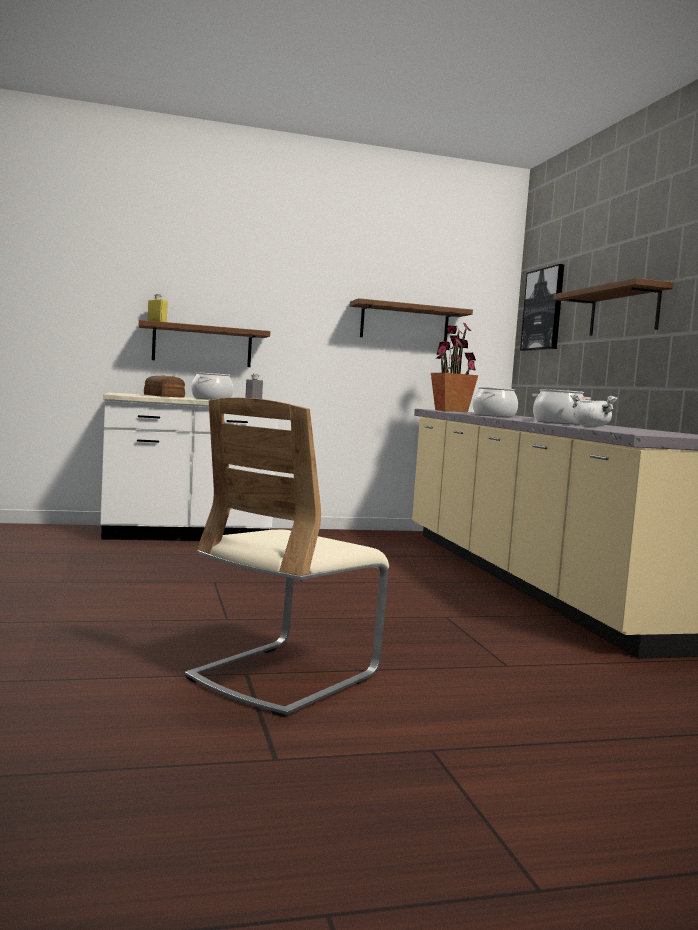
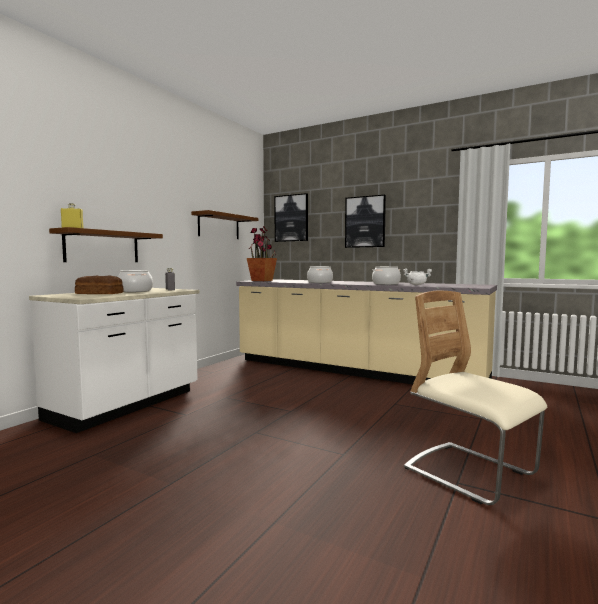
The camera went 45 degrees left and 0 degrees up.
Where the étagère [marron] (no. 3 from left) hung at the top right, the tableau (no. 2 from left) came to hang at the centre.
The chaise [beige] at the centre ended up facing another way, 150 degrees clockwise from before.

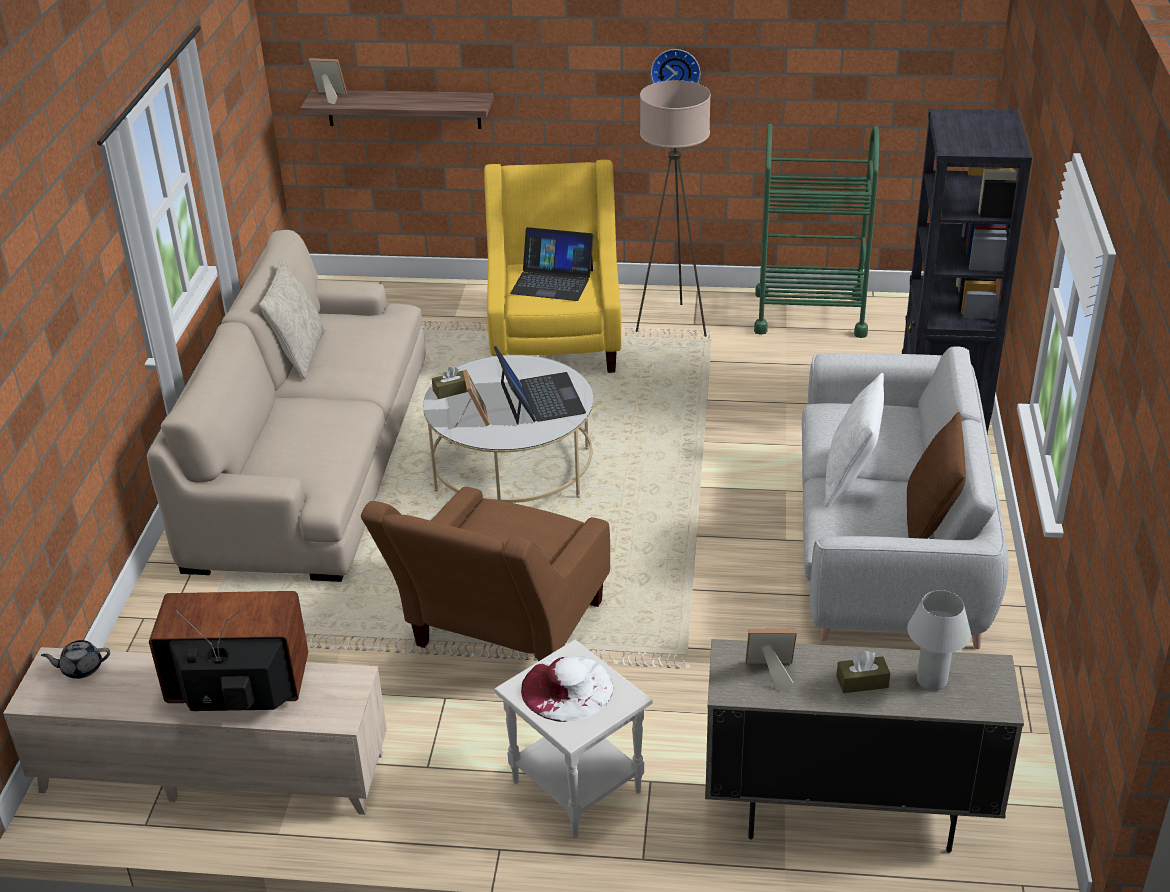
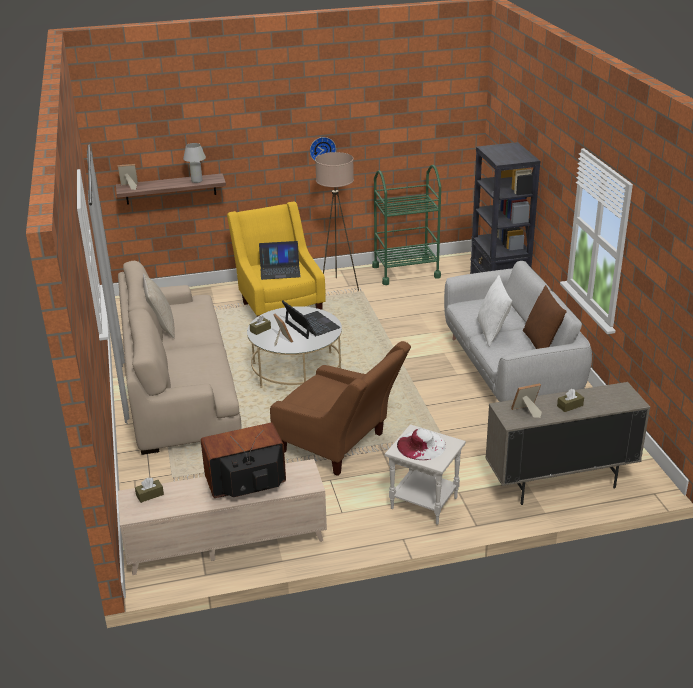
The camera went 20 degrees left and 5 degrees down.
The fauteuil [marron] at the centre ended up facing another way, 60 degrees counterclockwise from before.
The lampe de table [blanc] ended up elsewhere, having gone from the bottom right to the top left.
Where the théière [gris] stood at the bottom left, the boîte à mouchoirs [marron] (no. 1 from left) came to stand at the bottom left.

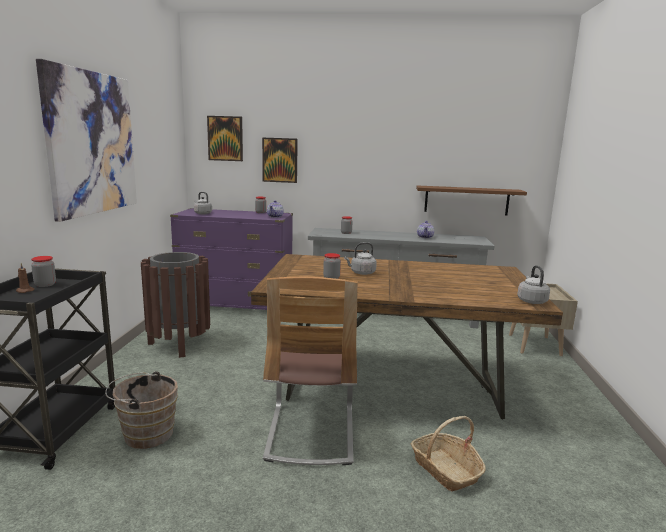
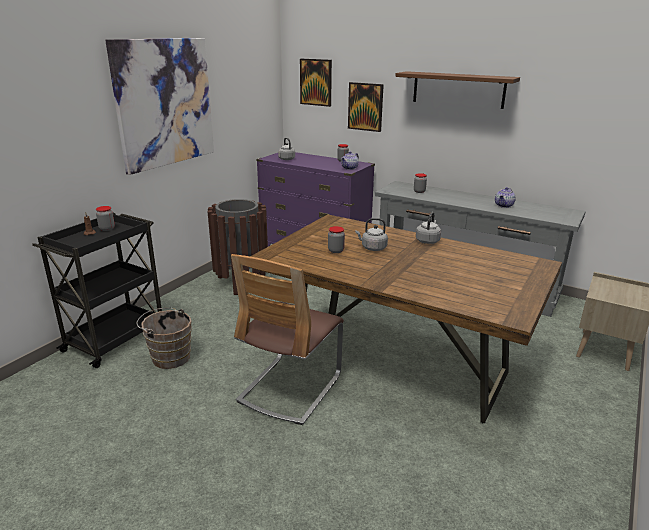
The camera went 25 degrees right and 10 degrees up.
The étagère [marron] ended up elsewhere, having gone from the middle right to the top right.
The bouilloire [gris] (no. 3 from left) ended up elsewhere, having gone from the middle right to the centre.
The second view lost the panier at the bottom right.

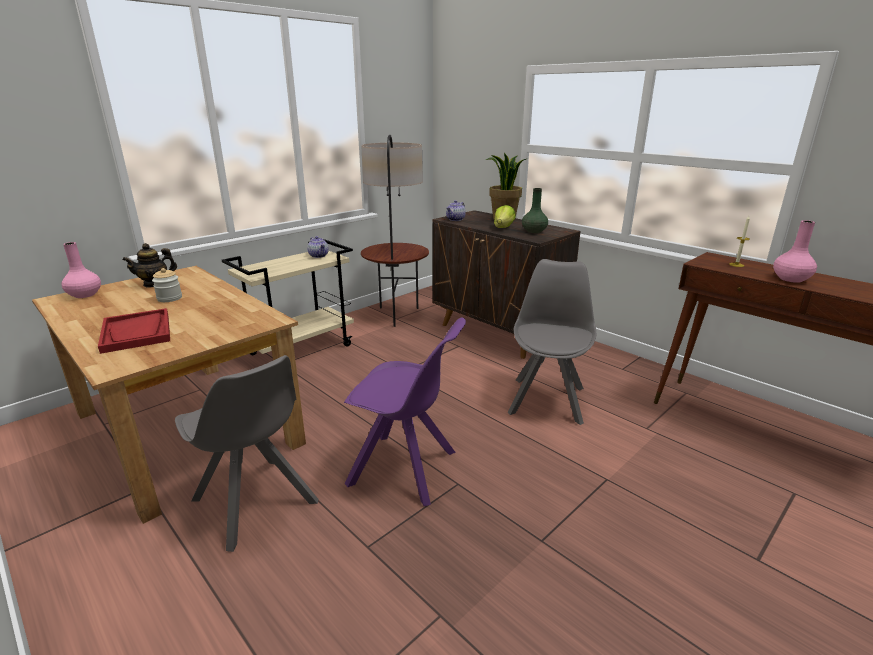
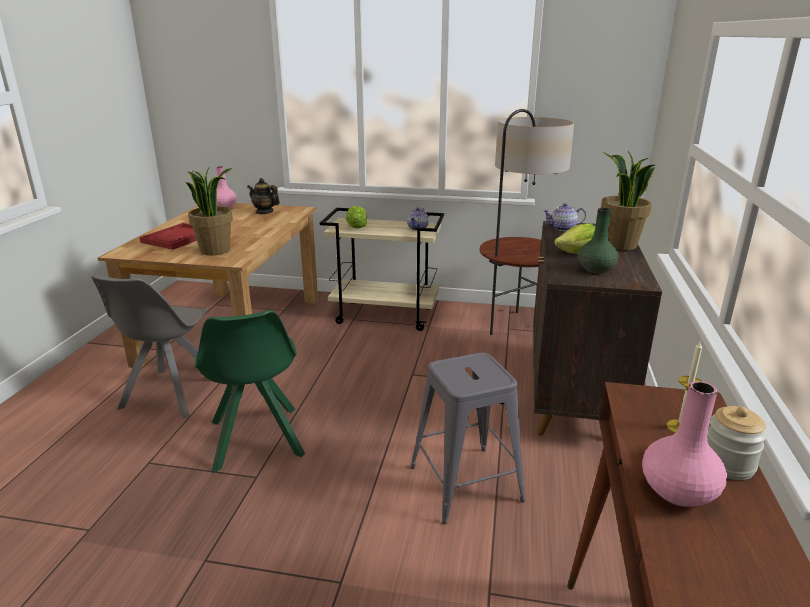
The camera went 55 degrees right and 0 degrees up.
Where the chaise [gris] (no. 2 from left) stood at the centre, the tabouret [gris] came to stand at the bottom centre.
The bocal ended up elsewhere, having gone from the middle left to the bottom right.
What was the chaise [violet] at the centre turned into the chaise [vert] at the middle left.
The second view gained the plante en pot (no. 1 from left) at the middle left.
The second view gained the laitue (no. 1 from left) at the centre.

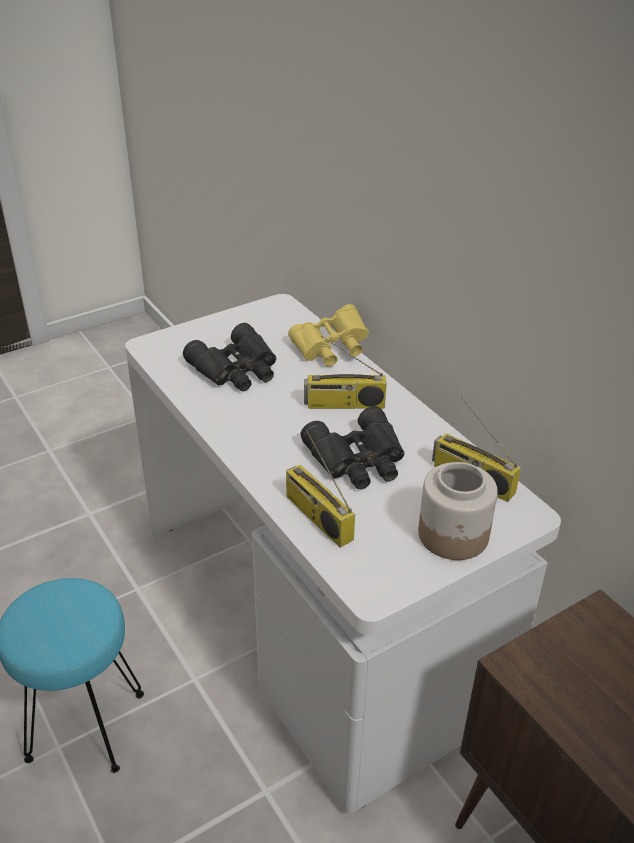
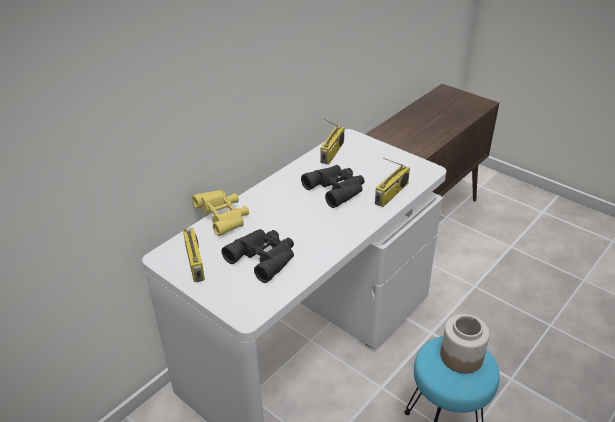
The camera went 105 degrees left and 0 degrees up.
The radio (no. 2 from left in the first image) ended up elsewhere, having gone from the centre to the middle left.
The bocal ended up elsewhere, having gone from the middle right to the bottom right.

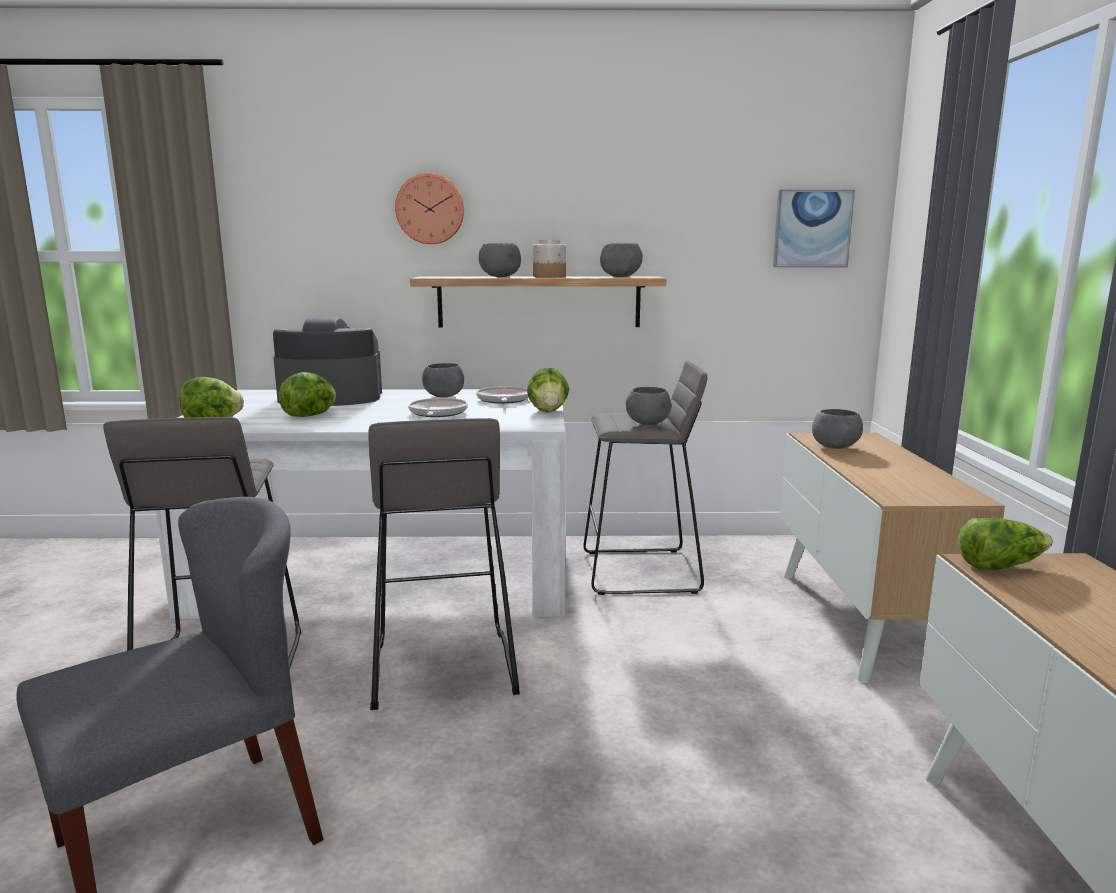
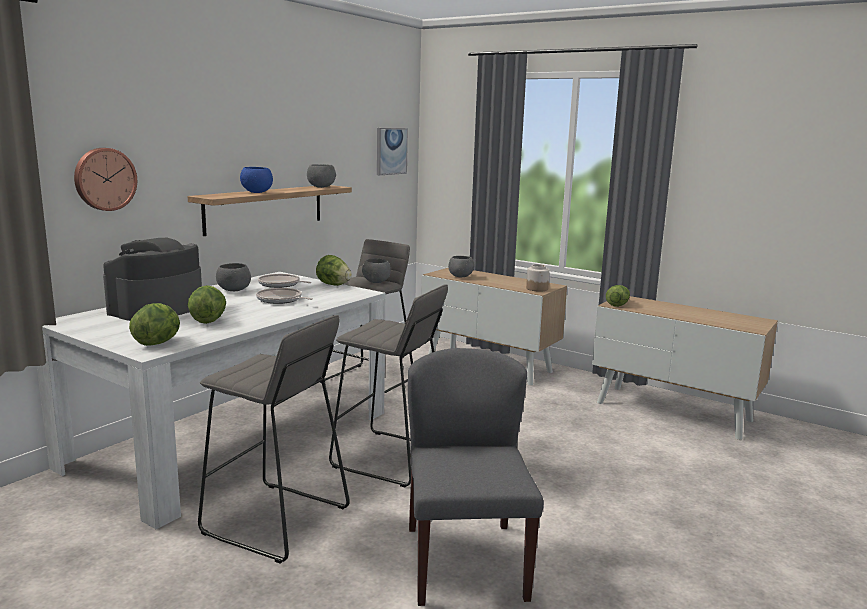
The camera went 55 degrees left and 0 degrees up.
The horloge murale ended up elsewhere, having gone from the top centre to the top left.
The bocal ended up elsewhere, having gone from the top centre to the centre.
What was the bol [gris] (no. 2 from left) at the top centre turned into the bol [bleu] at the top left.

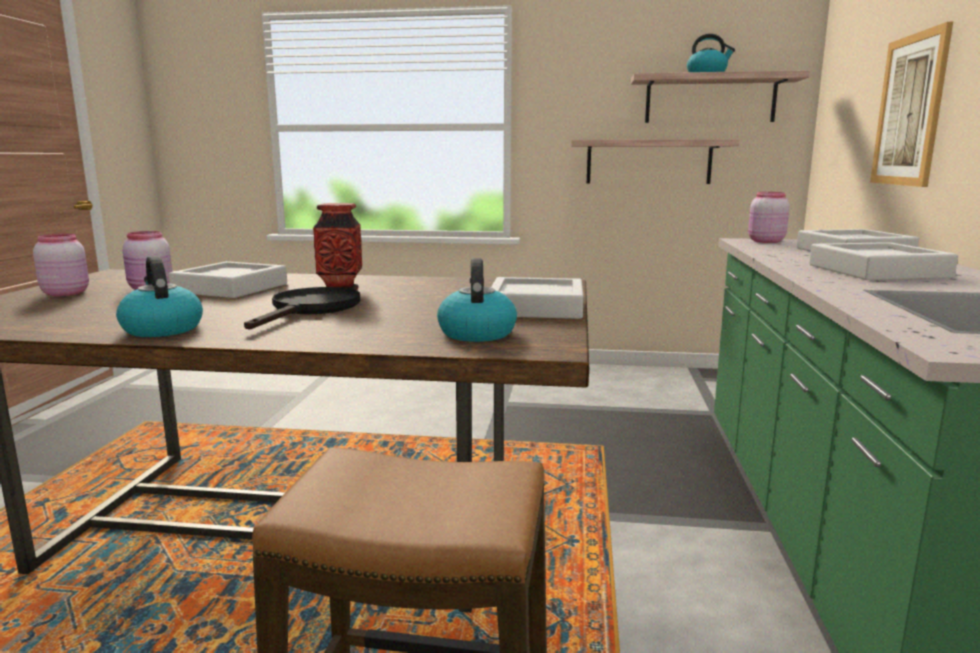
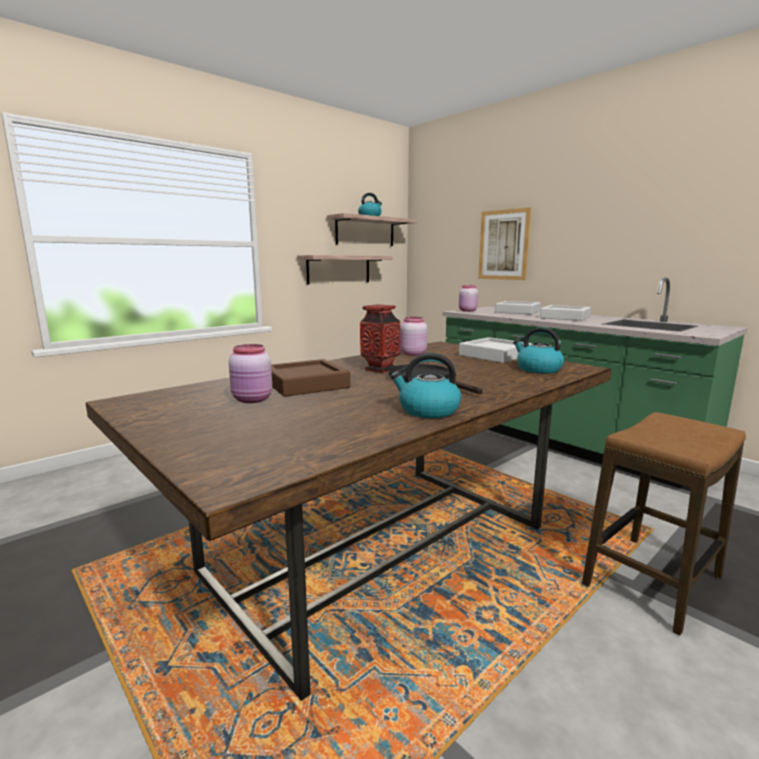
The camera went 50 degrees left and 0 degrees up.
The bocal [rose] (no. 1 from left in the first image) ended up elsewhere, having gone from the middle left to the centre.
What was the plateau [gris] (no. 1 from left) at the middle left turned into the plateau [marron] at the centre.

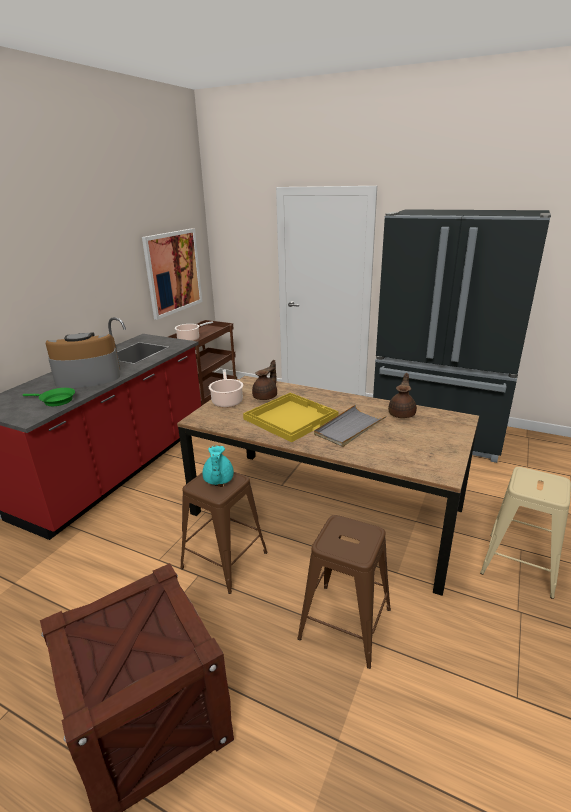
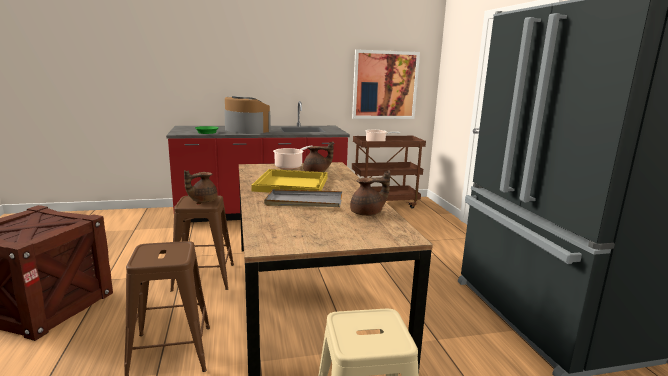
The camera went 50 degrees right and 10 degrees down.
What was the théière [turquoise] at the centre turned into the théière [marron] (no. 1 from left) at the middle left.

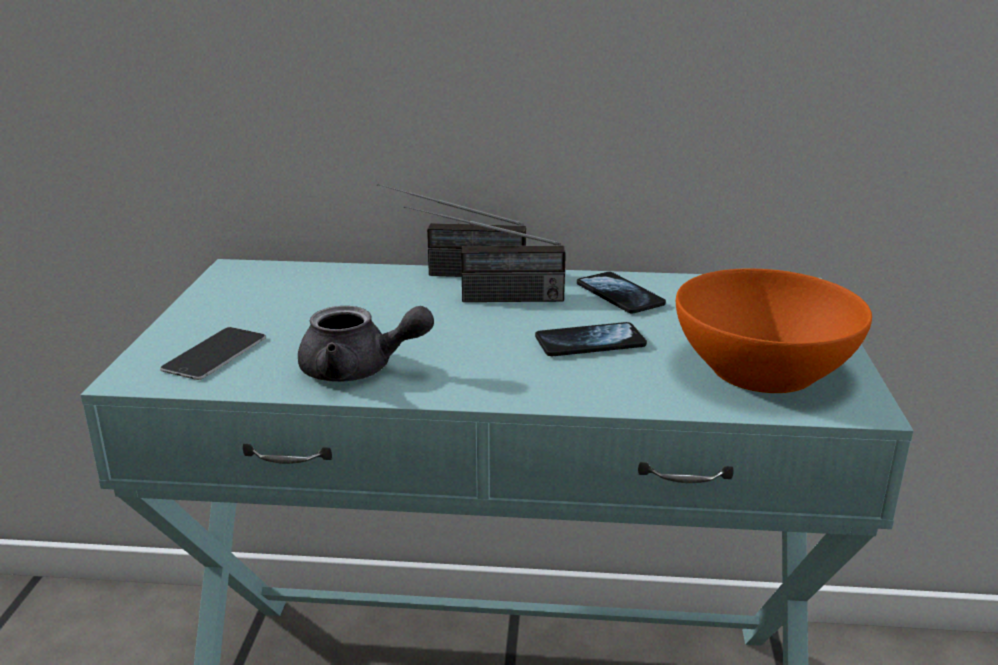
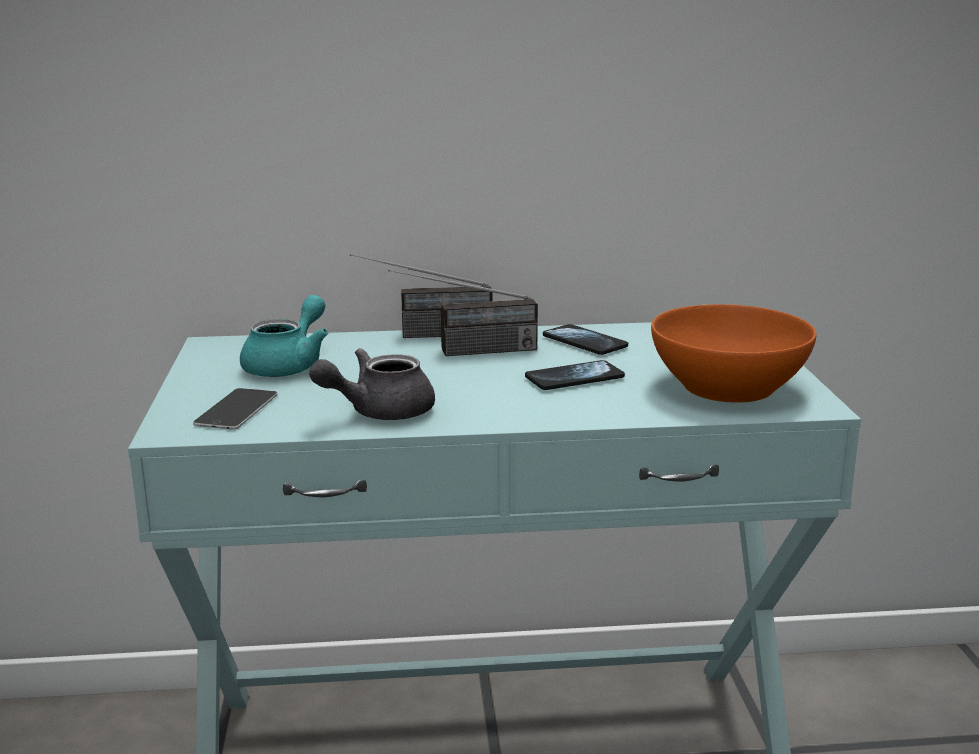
The camera went 10 degrees left and 5 degrees down.
The théière [gris] at the centre ended up facing another way, 150 degrees clockwise from before.
The second view gained the théière [turquoise] at the middle left.

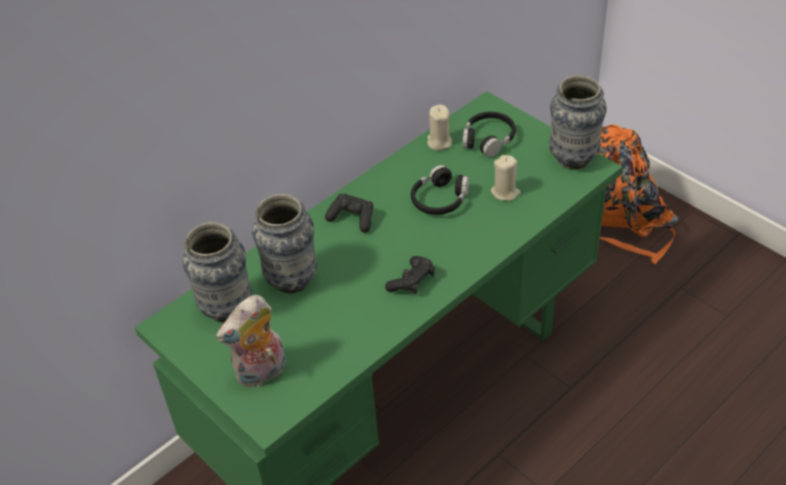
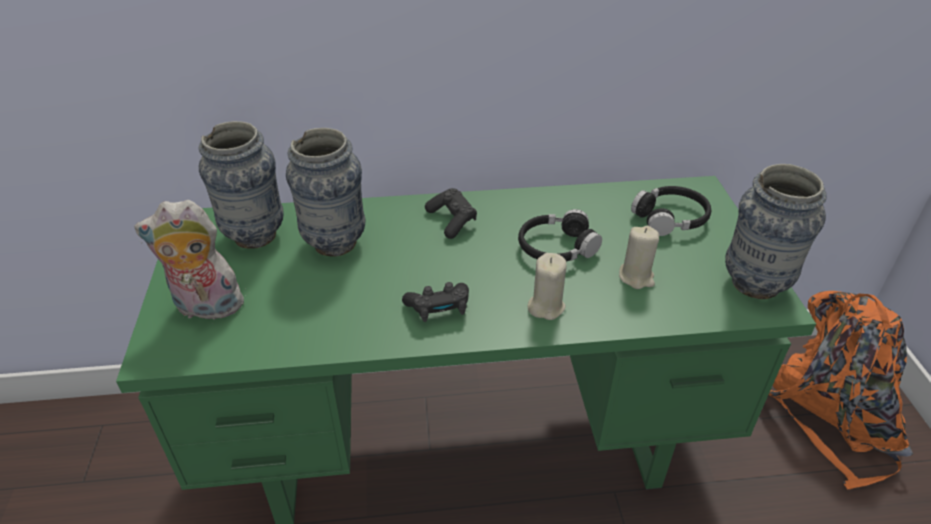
The camera went 35 degrees right and 5 degrees down.
The bougie [beige] (no. 1 from left) ended up elsewhere, having gone from the top centre to the centre.

